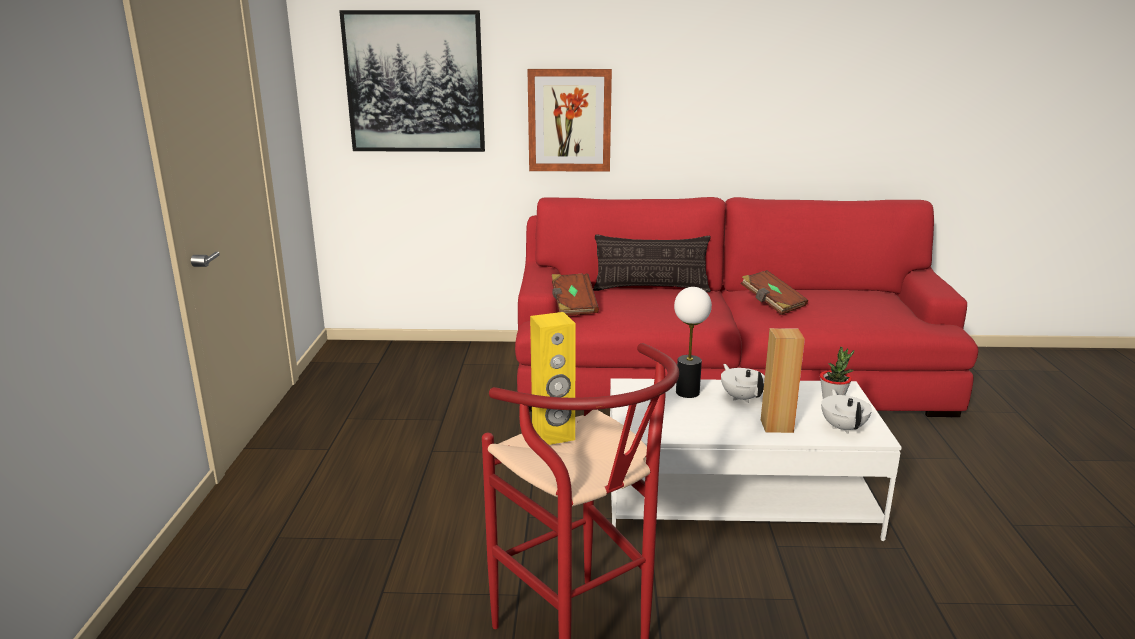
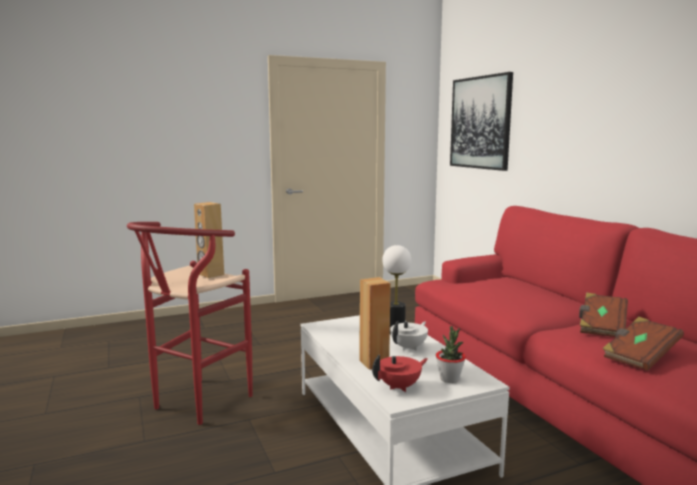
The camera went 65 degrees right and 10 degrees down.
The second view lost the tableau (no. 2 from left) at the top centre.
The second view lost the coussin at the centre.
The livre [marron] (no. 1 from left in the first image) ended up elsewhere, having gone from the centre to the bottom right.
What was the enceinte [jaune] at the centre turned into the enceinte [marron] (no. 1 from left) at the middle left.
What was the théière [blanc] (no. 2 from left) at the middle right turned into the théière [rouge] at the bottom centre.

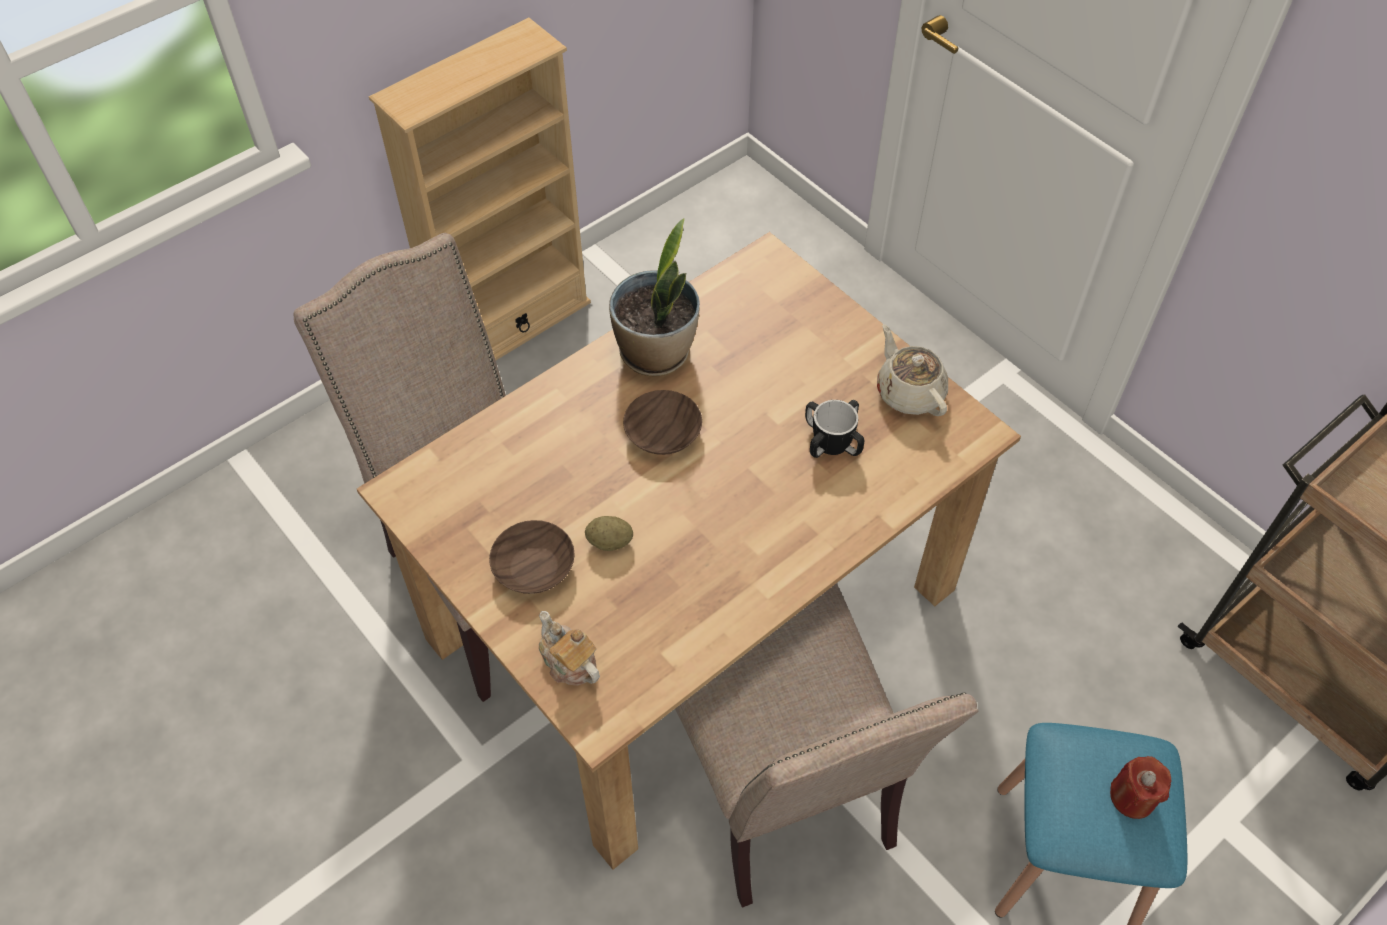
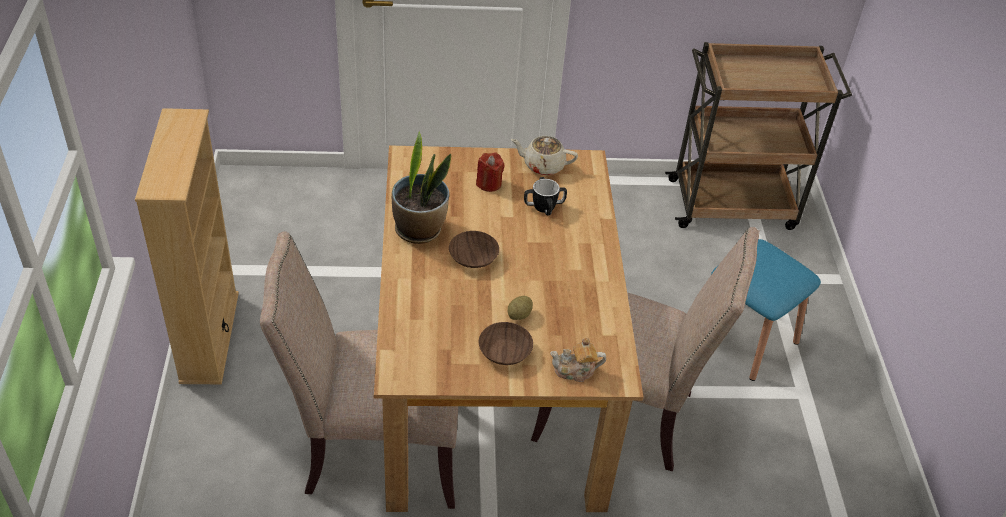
The camera went 55 degrees left and 10 degrees down.
The bougie [rouge] ended up elsewhere, having gone from the bottom right to the top centre.

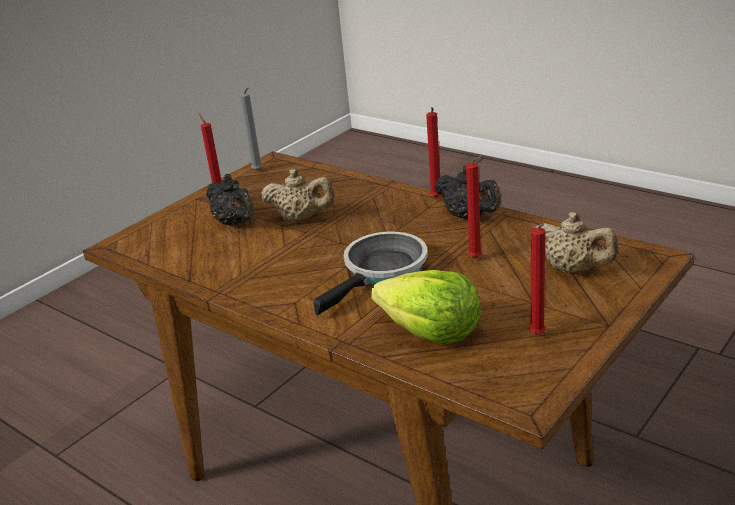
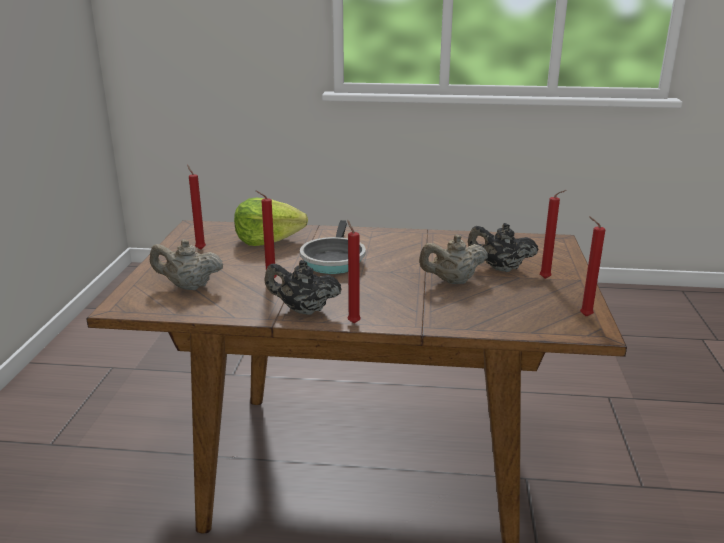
The camera went 145 degrees right and 5 degrees down.
What was the bougie [gris] at the top centre turned into the bougie [rouge] (no. 5 from left) at the middle right.

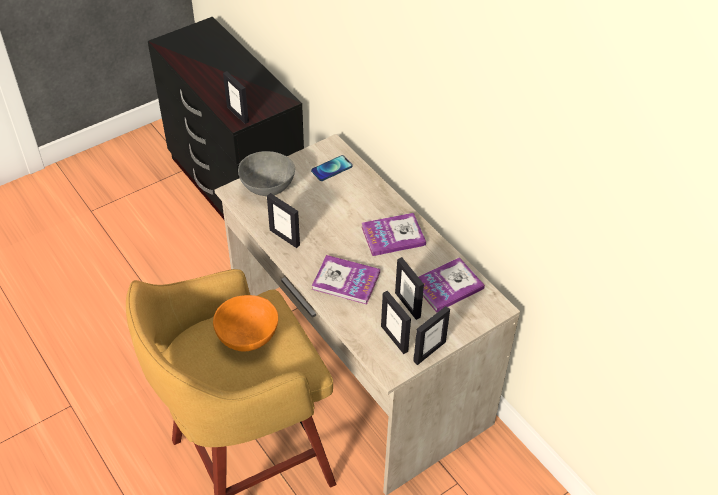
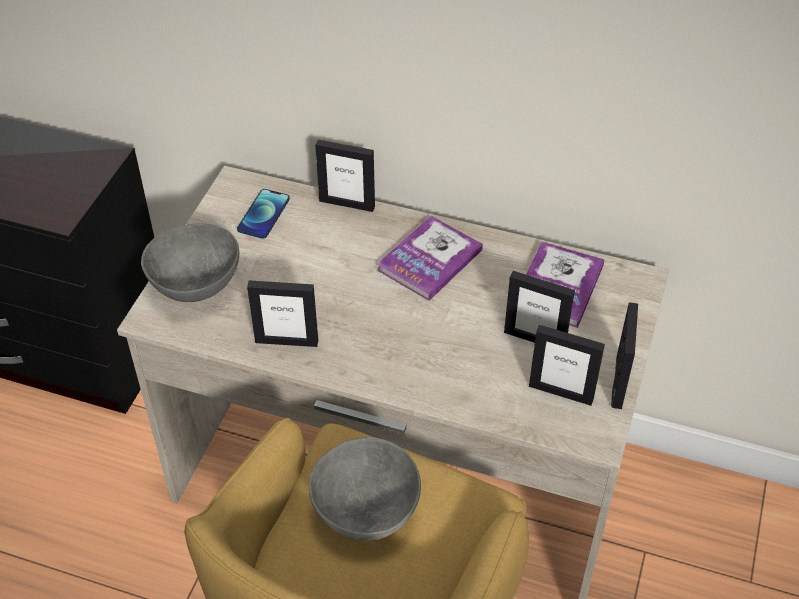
The camera went 35 degrees left and 0 degrees up.
The cadre photo (no. 1 from left in the first image) ended up elsewhere, having gone from the top left to the top centre.
The second view lost the livre (no. 1 from left) at the centre.
What was the bol [orange] at the centre turned into the bol [gris] (no. 2 from left) at the bottom centre.

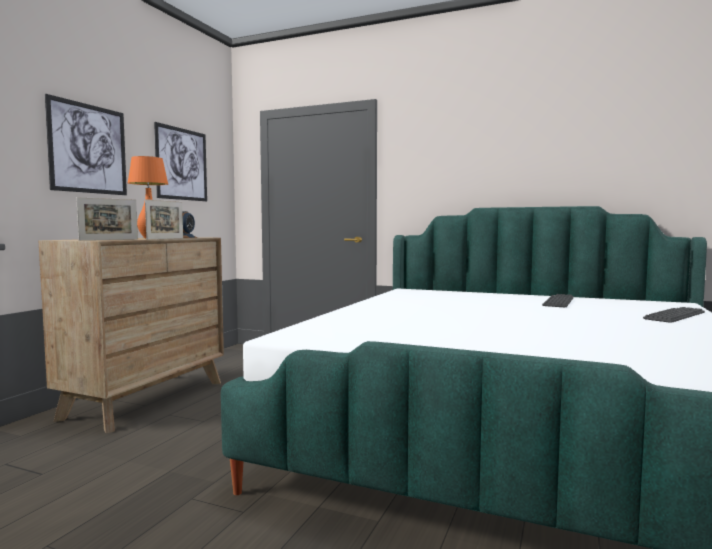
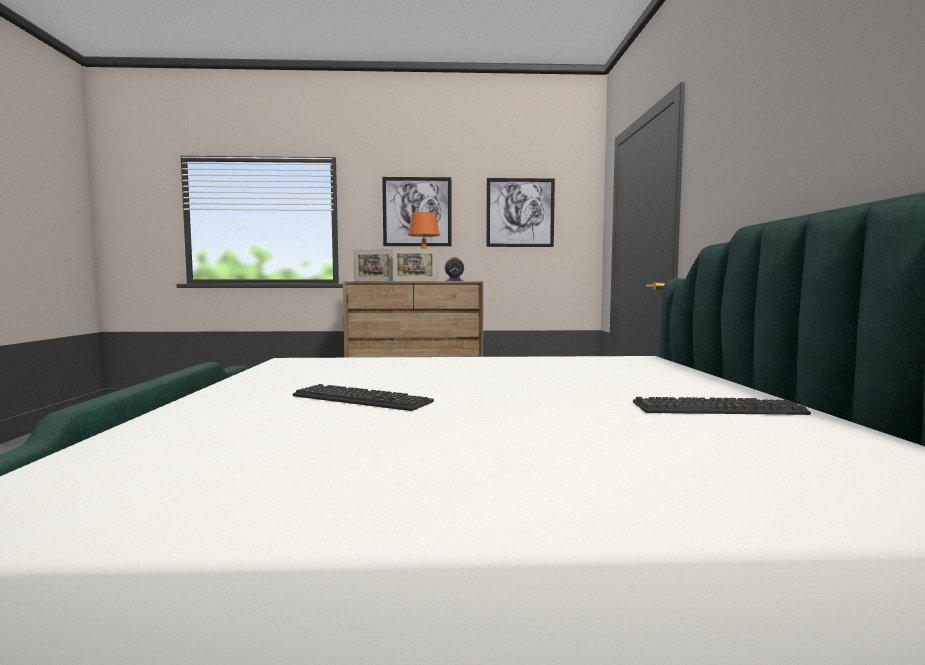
The camera went 65 degrees right and 0 degrees up.
The clavier (no. 2 from left in the first image) ended up elsewhere, having gone from the middle right to the centre.

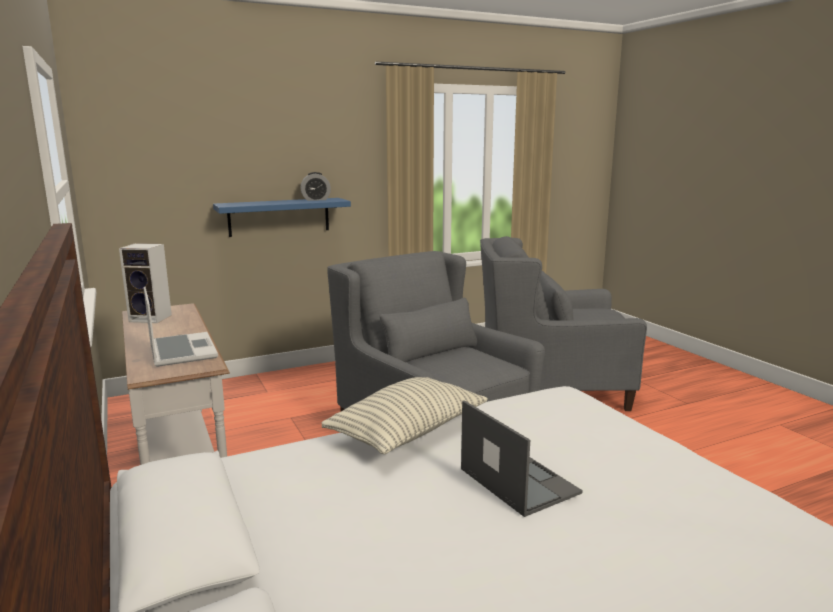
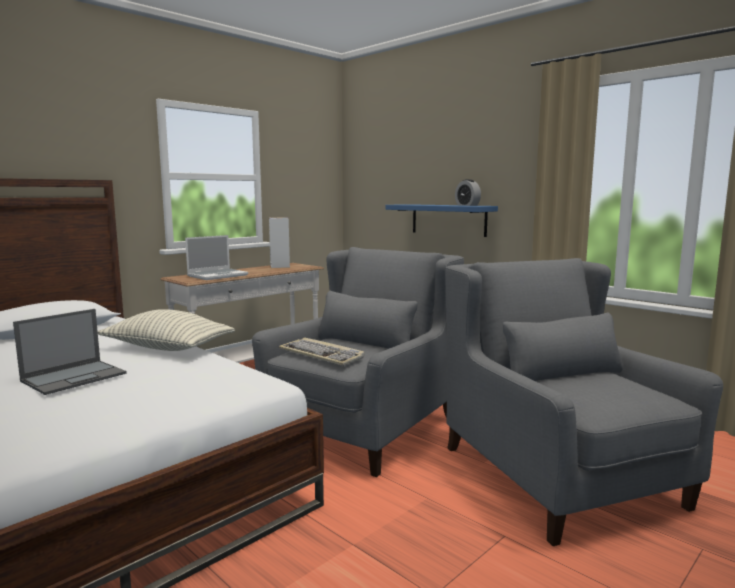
The camera went 70 degrees right and 5 degrees down.
The second view gained the clavier at the centre.

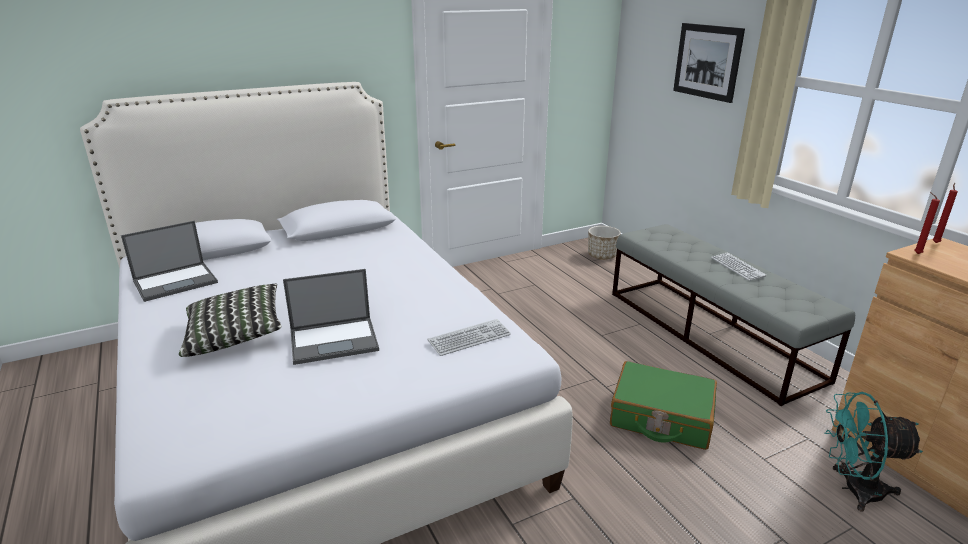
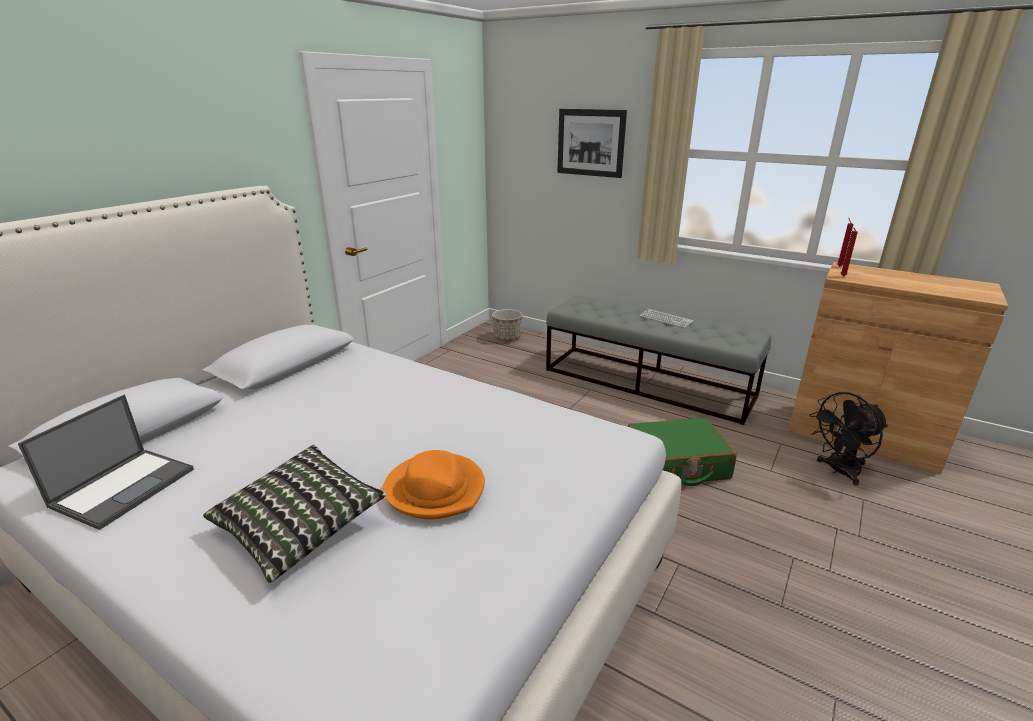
The camera went 30 degrees left and 0 degrees up.
Where the ordinateur portable (no. 2 from left) stood at the centre, the chapeau [orange] came to stand at the bottom centre.
The second view lost the clavier (no. 1 from left) at the centre.
What was the ventilateur [turquoise] at the bottom right turned into the ventilateur [noir] at the middle right.

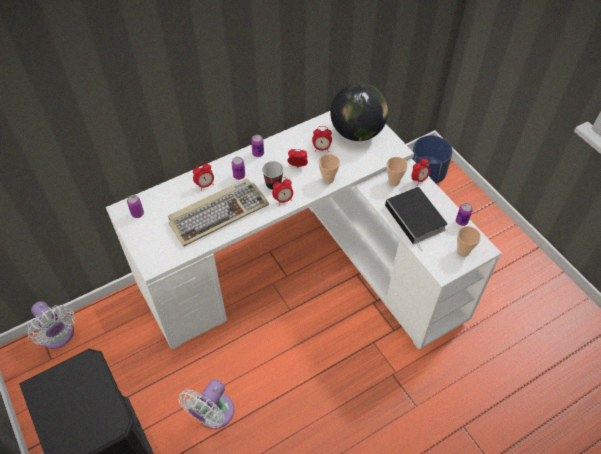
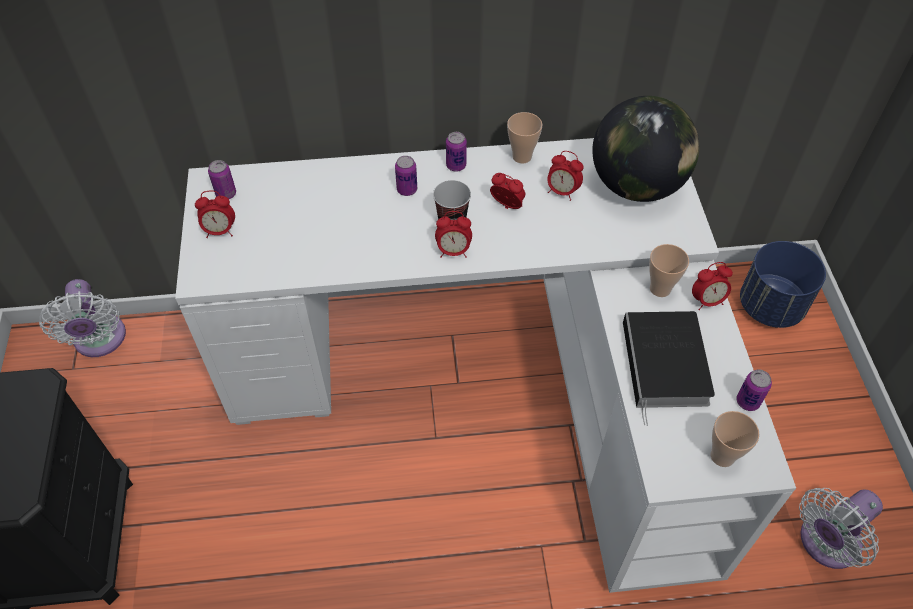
The camera went 25 degrees right and 0 degrees up.
The tasse (no. 2 from left) ended up elsewhere, having gone from the centre to the top centre.
The réveil (no. 1 from left) ended up elsewhere, having gone from the centre to the middle left.
The second view lost the clavier at the centre.
The ventilateur [blanc] (no. 2 from left) ended up elsewhere, having gone from the bottom centre to the bottom right.

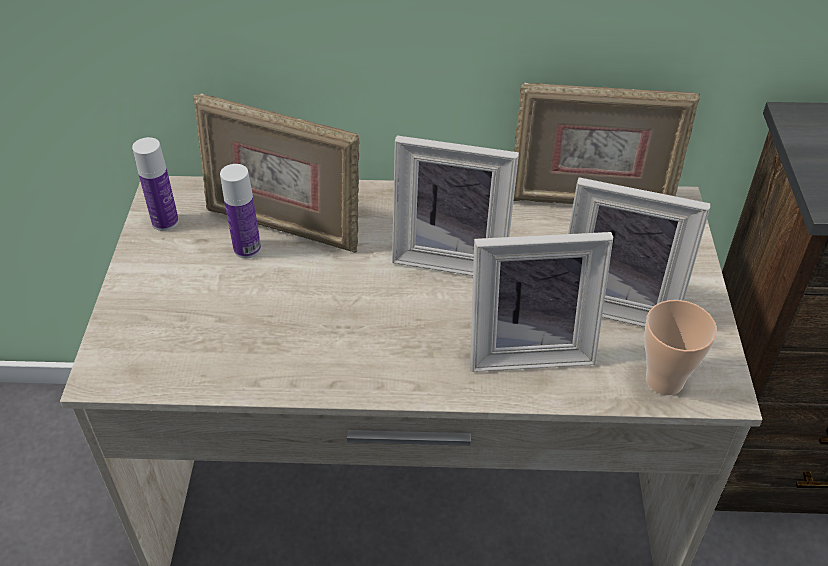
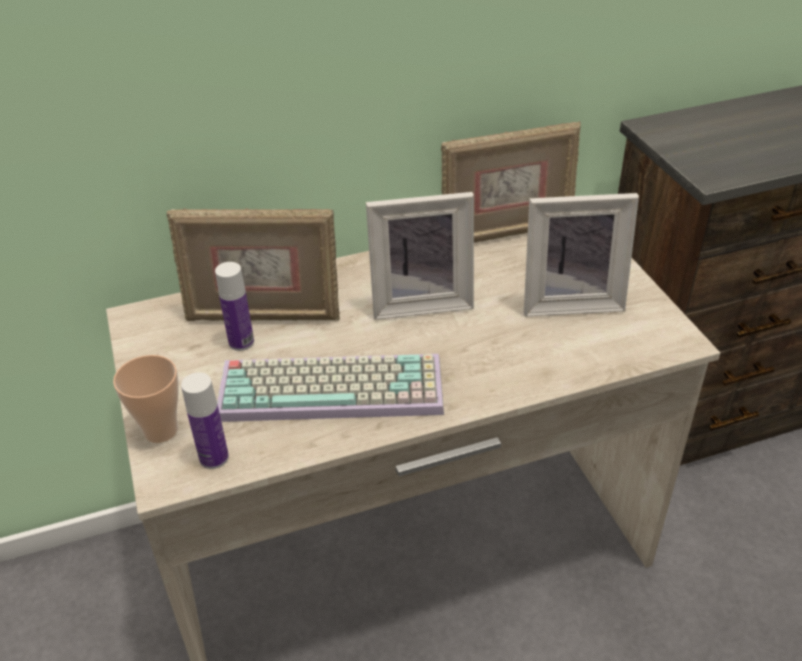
The camera went 20 degrees left and 5 degrees down.
The bouteille (no. 1 from left) ended up elsewhere, having gone from the top left to the middle left.
The second view lost the cadre photo (no. 3 from left) at the centre.
The tasse ended up elsewhere, having gone from the middle right to the middle left.
The second view gained the clavier at the centre.

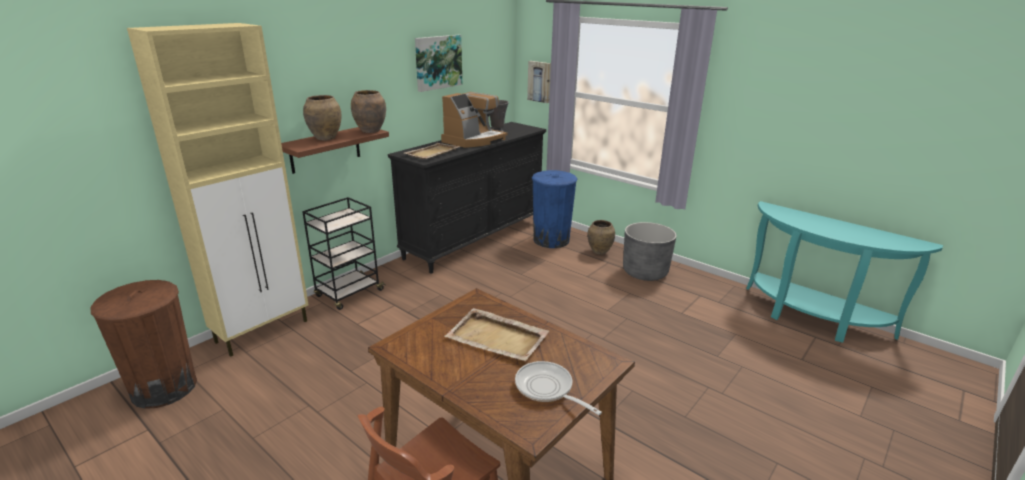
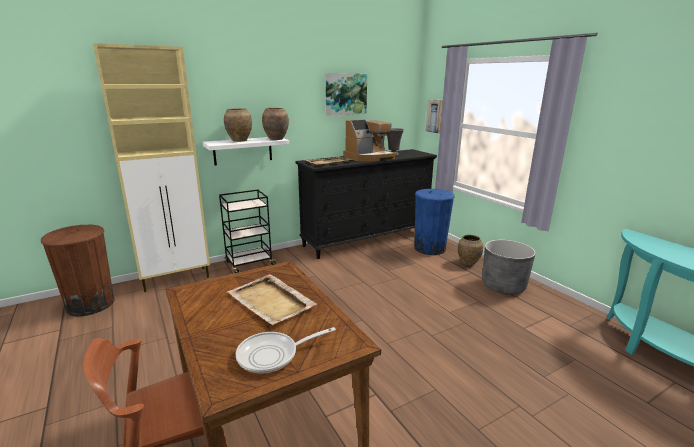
The camera went 20 degrees right and 5 degrees down.
What was the étagère [marron] at the top left turned into the étagère [blanc] at the centre.
The poêle at the bottom centre ended up facing another way, 90 degrees counterclockwise from before.

